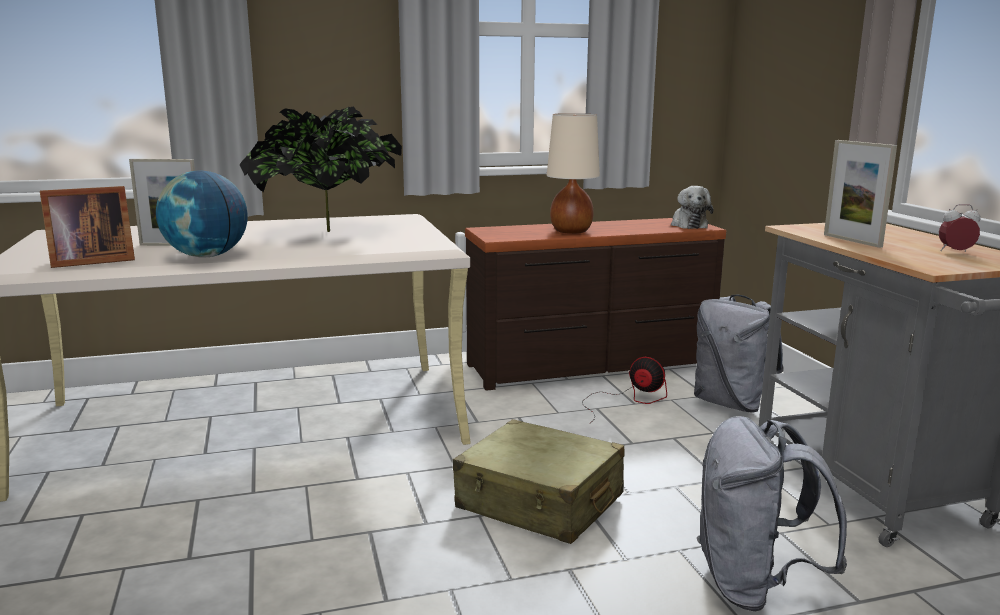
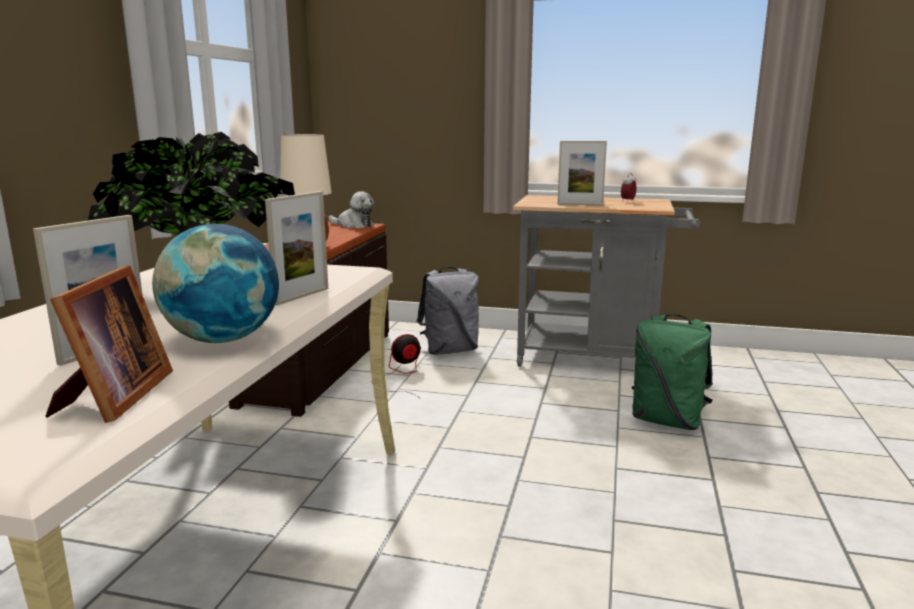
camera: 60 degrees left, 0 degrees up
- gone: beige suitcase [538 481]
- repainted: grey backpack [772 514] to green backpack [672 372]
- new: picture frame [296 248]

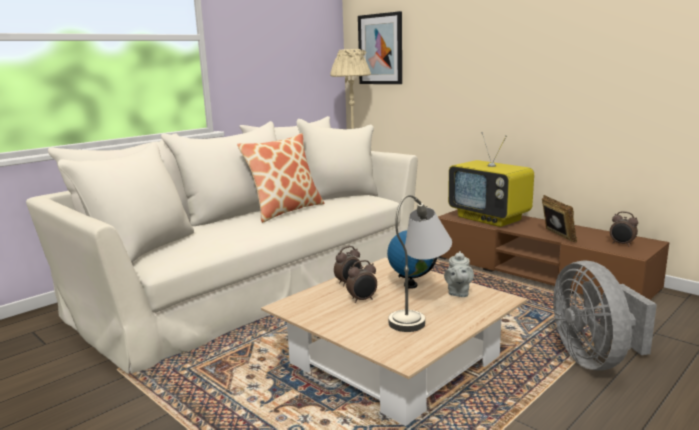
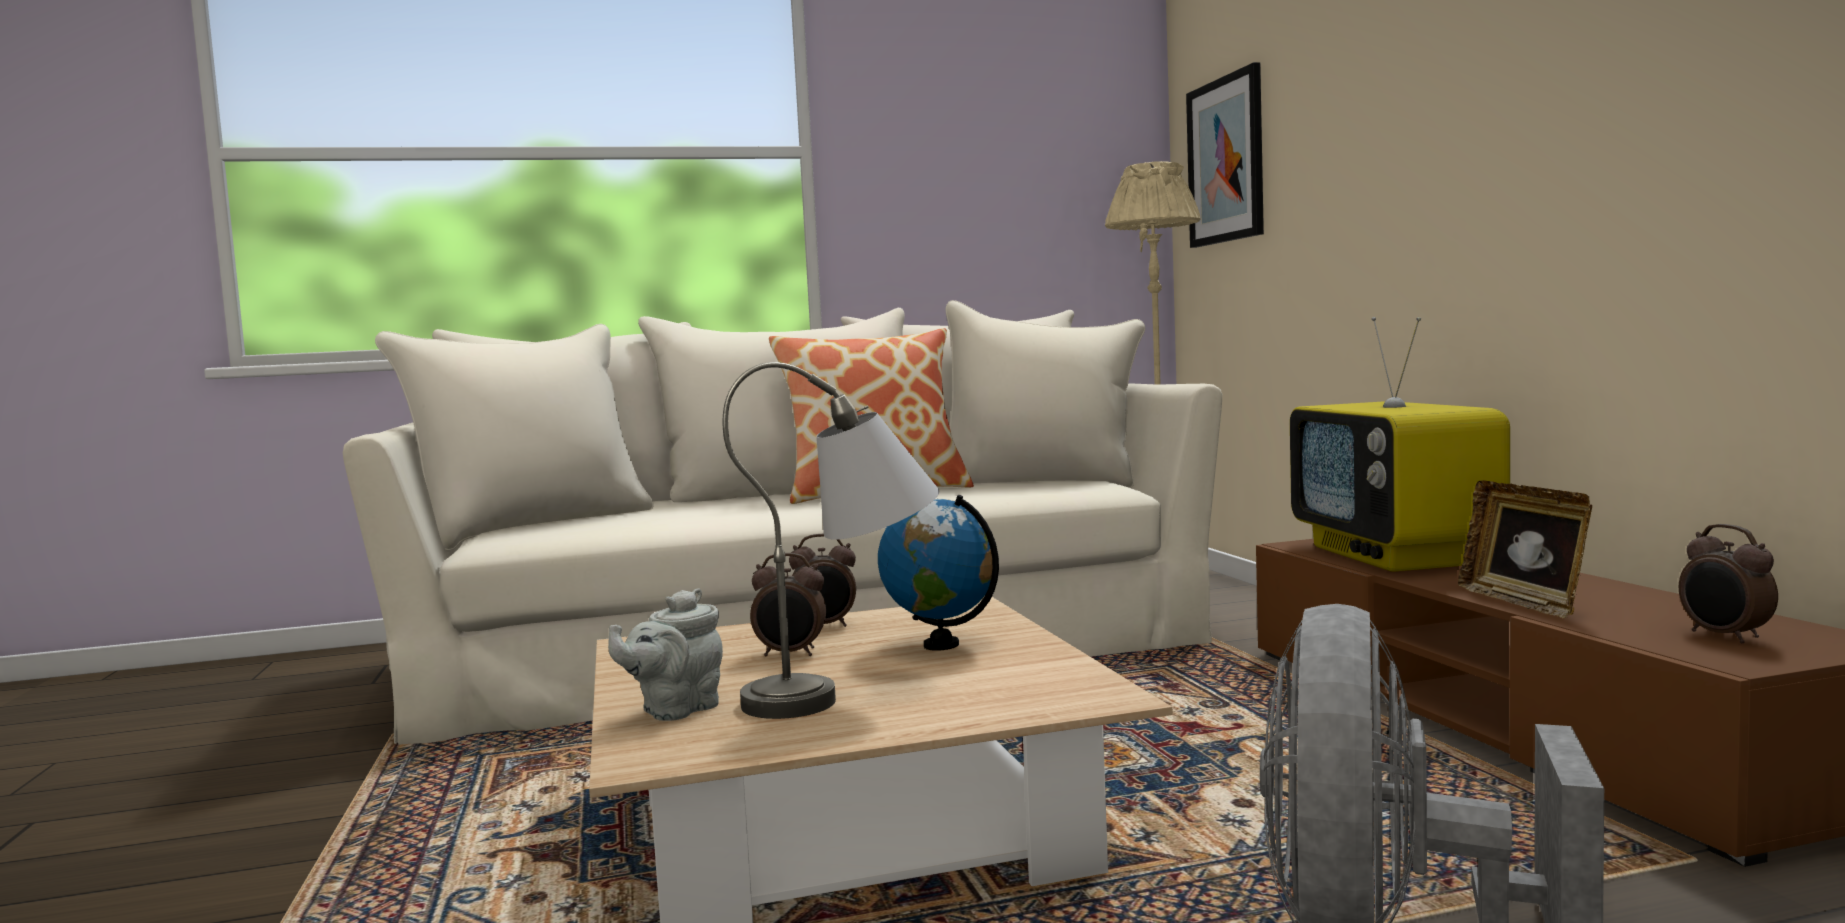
camera: 30 degrees right, 10 degrees down
- shifted: grey teapot [459 274] to [665 654]
- rotated: picture frame [559 218] = [1525 549] 150 degrees clockwise

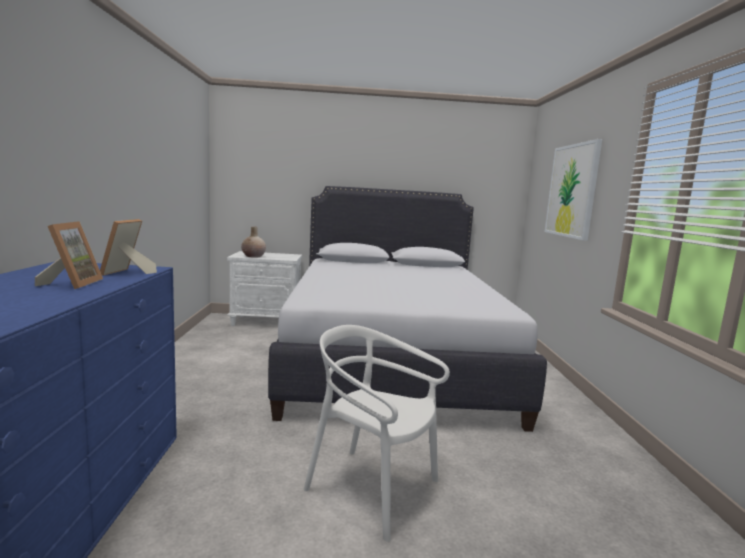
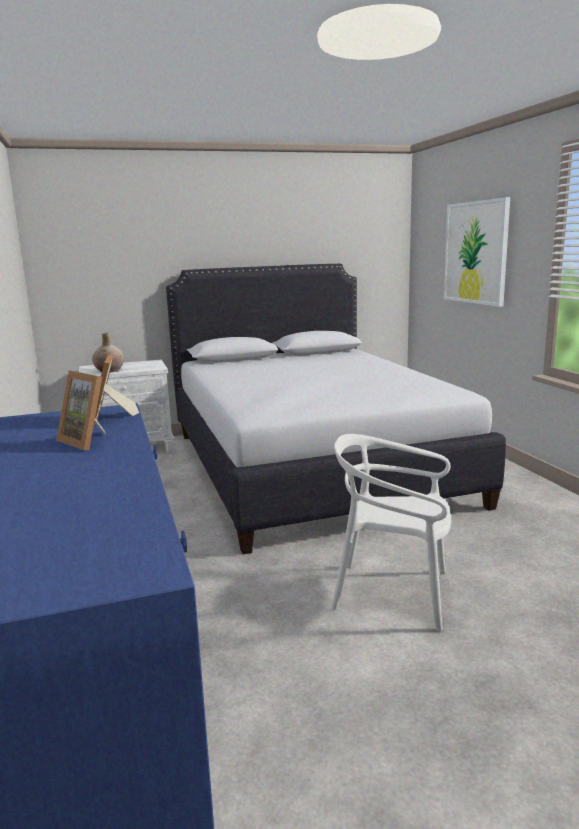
camera: 15 degrees left, 5 degrees up
- rotated: picture frame [69 255] = [81 410] 150 degrees clockwise

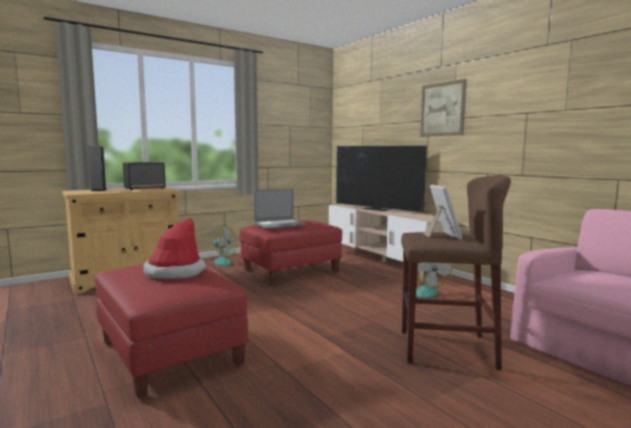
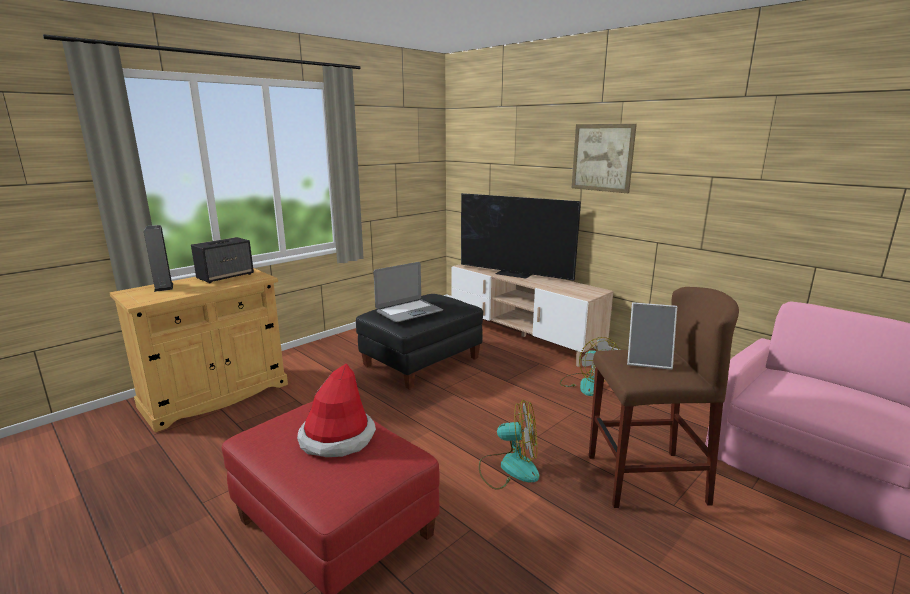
camera: 10 degrees left, 10 degrees up
- shifted: fan [220 246] to [509 445]
- repainted: red ottoman [291 252] to black ottoman [419 342]
- rotated: picture frame [443 212] = [652 336] 120 degrees clockwise

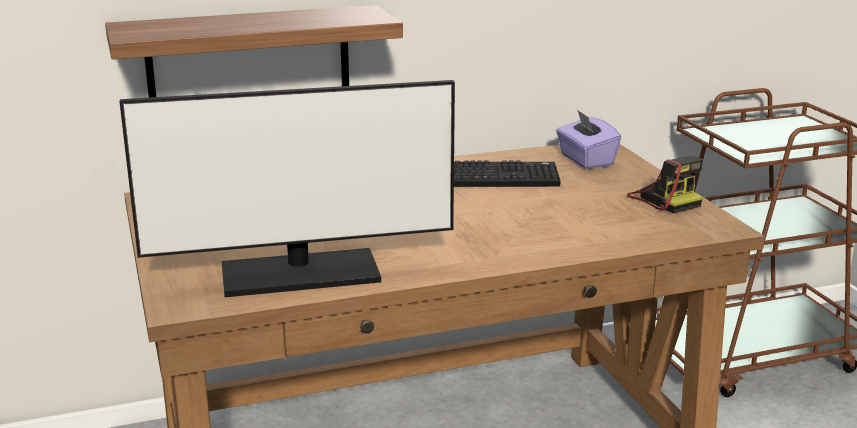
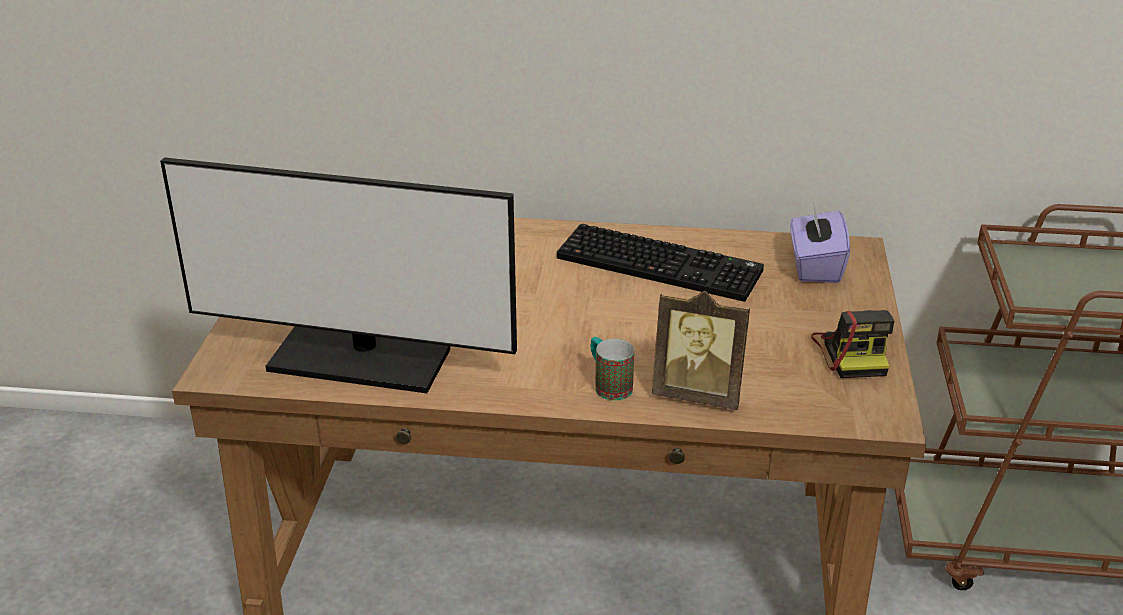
camera: 25 degrees right, 10 degrees up
- gone: shelf [254 51]
- new: mug [612 369]
- new: picture frame [701 350]

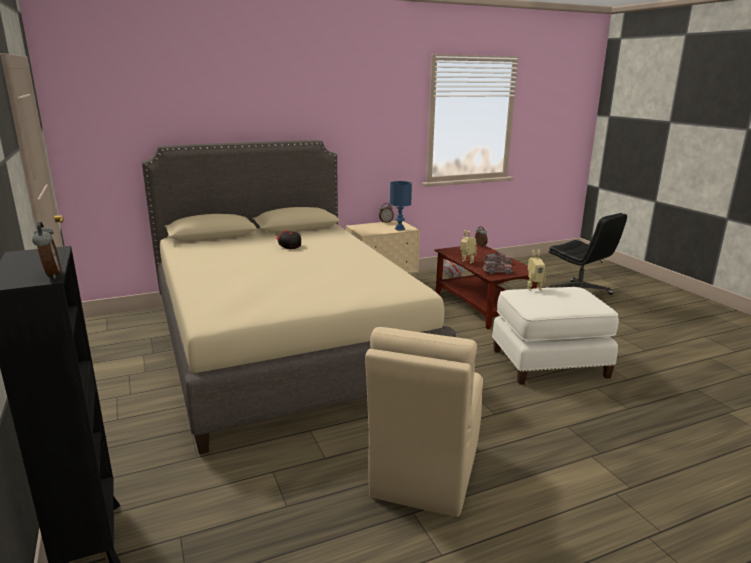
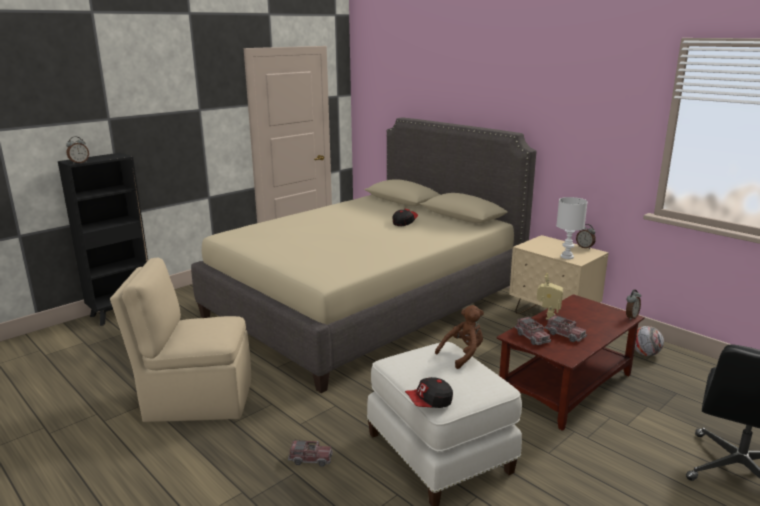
camera: 70 degrees right, 0 degrees up
- repainted: blue table lamp [401 206] to white table lamp [572 228]
- swapped: toy robot [536 270] to brown plush toy [459 337]
- new: toy truck [310 453]
- new: cap [429 392]

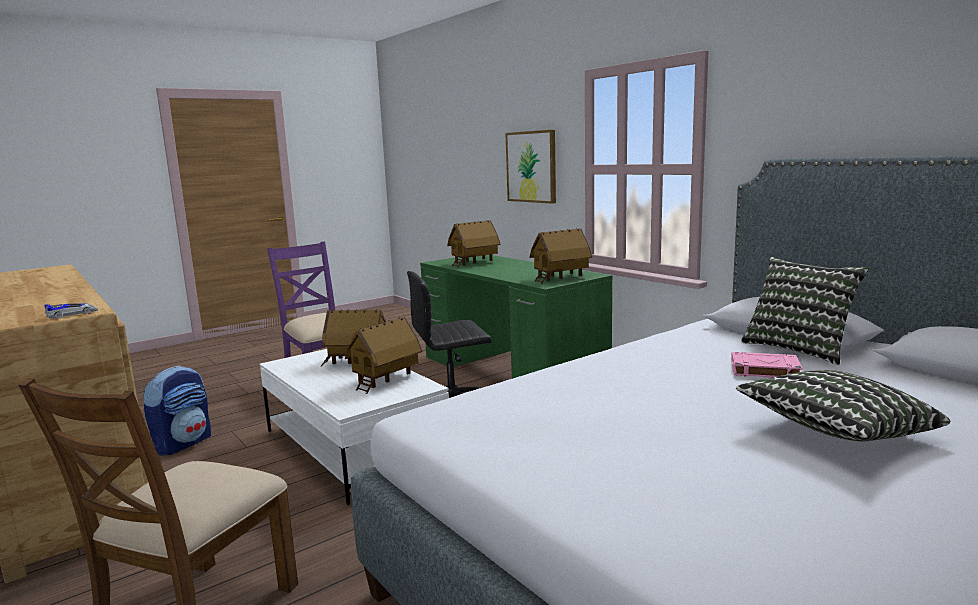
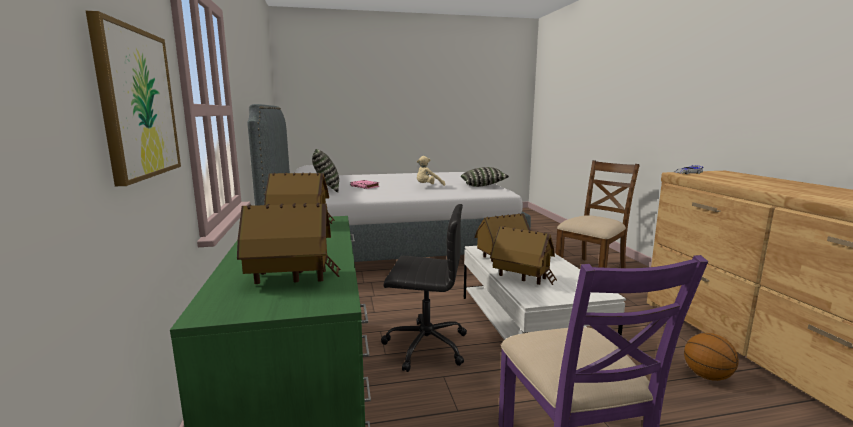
camera: 155 degrees left, 0 degrees up
- swapped: backpack [177 410] to basketball [711 357]
- shifted: pillow [843 405] to [485 177]
- new: beige plush toy [431 171]

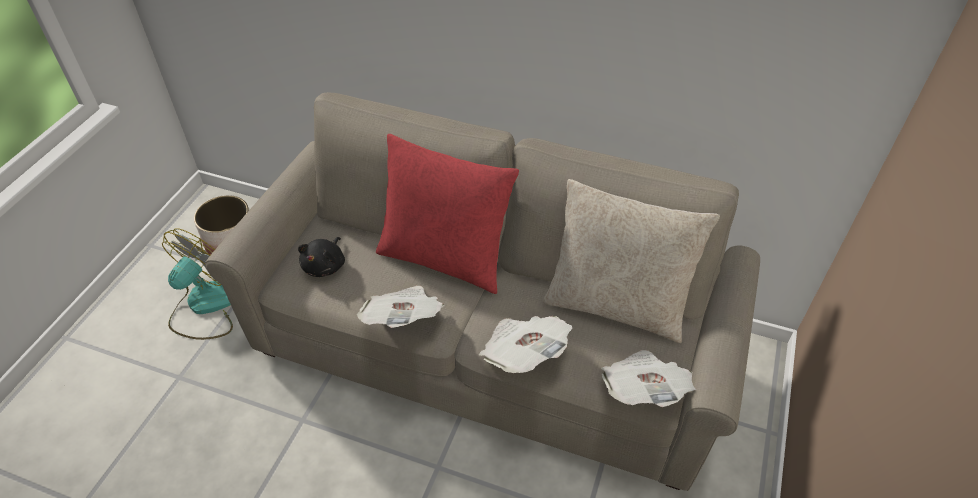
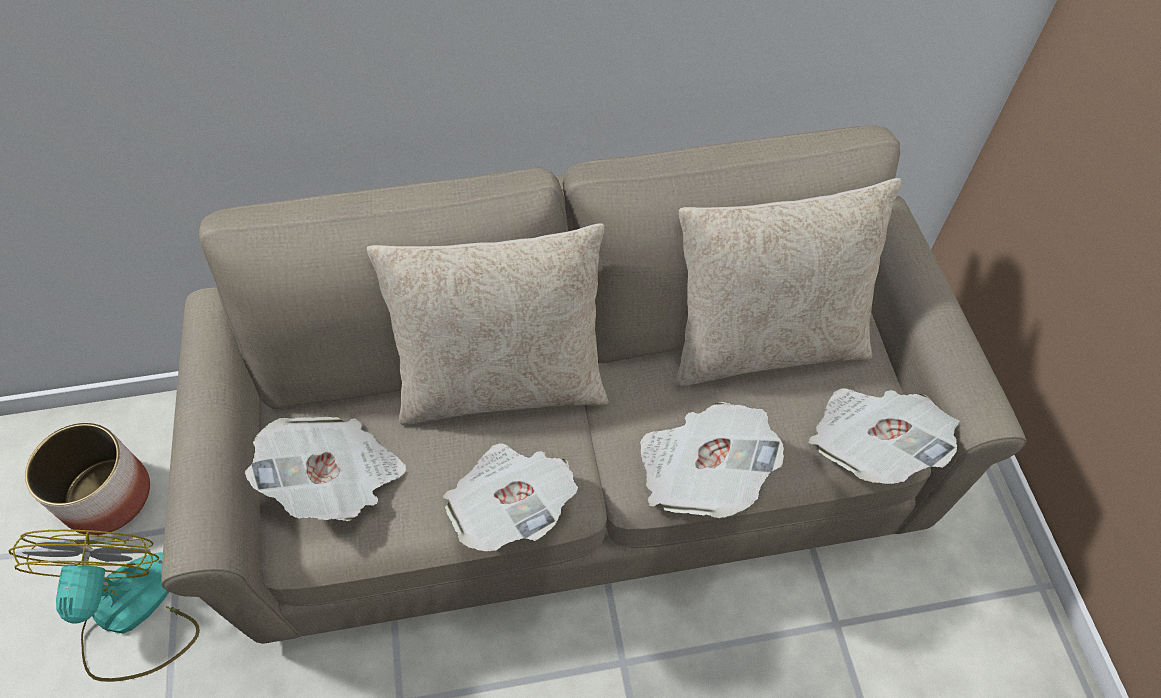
camera: 30 degrees left, 10 degrees up
- swapped: black plush toy [321 257] to newspaper [325 469]
- repainted: red pillow [447 214] to beige pillow [488 324]

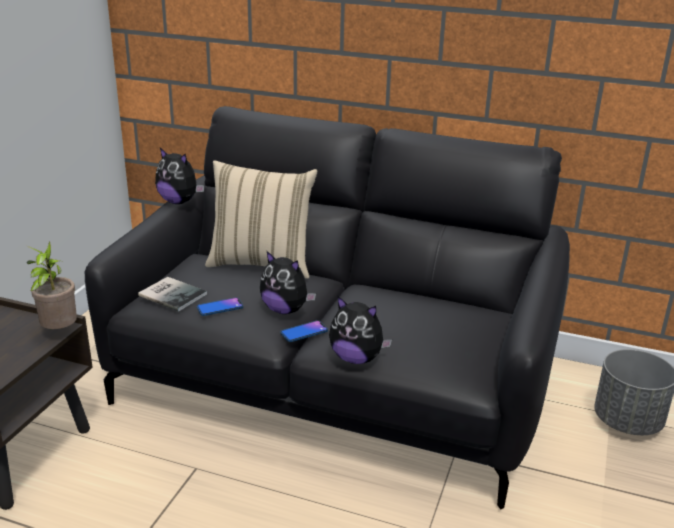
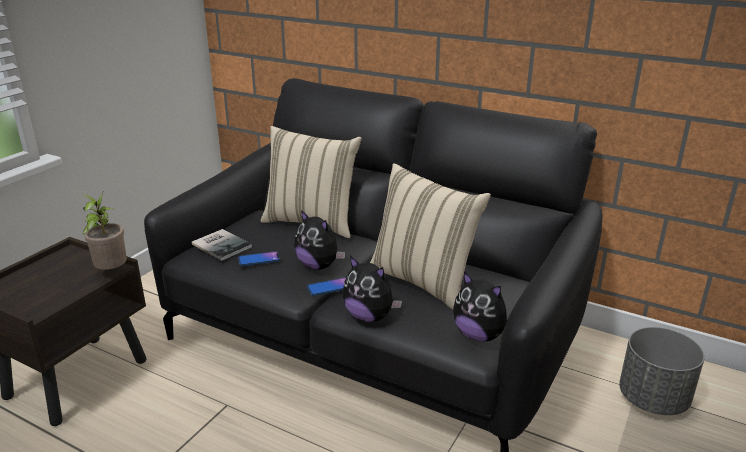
camera: 10 degrees right, 0 degrees up
- shifted: plush toy [179 176] to [480 307]
- new: beige pillow [430 236]

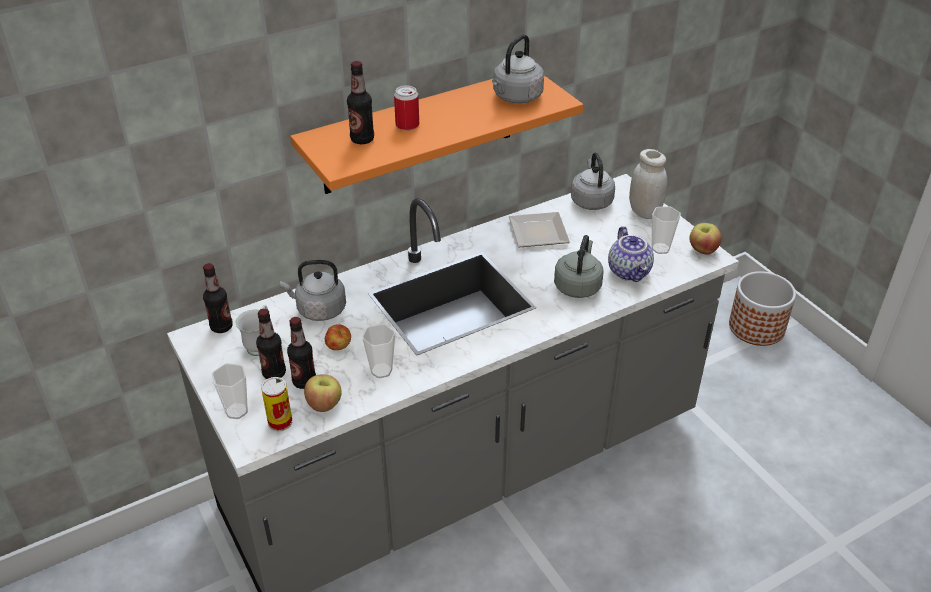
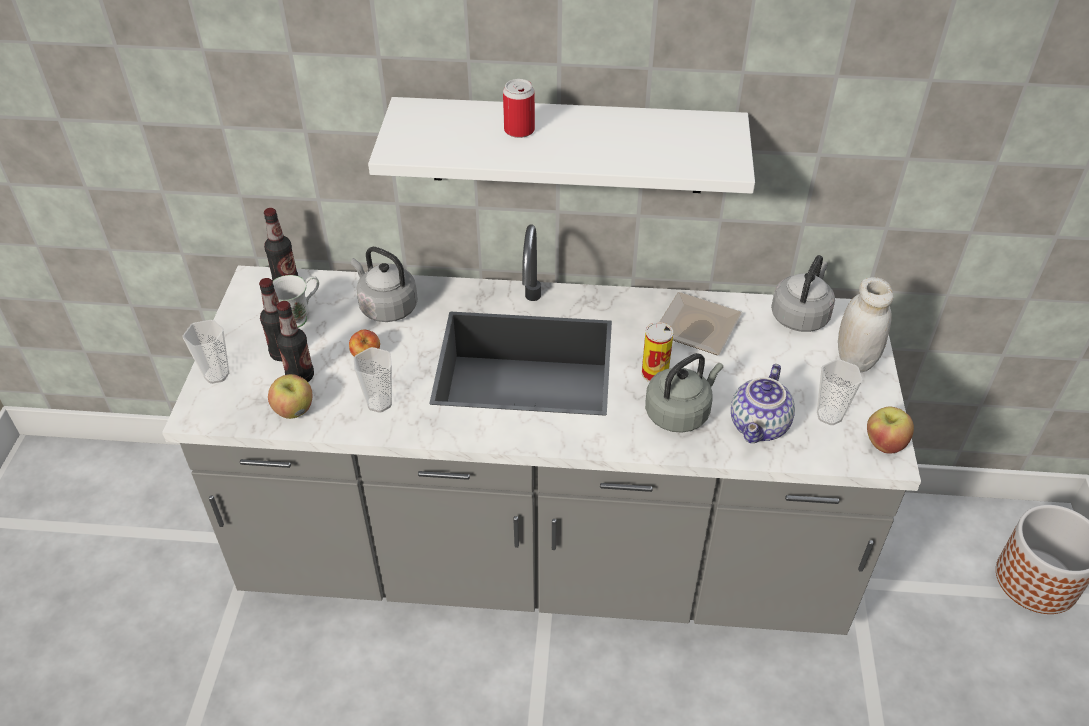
camera: 35 degrees right, 5 degrees up
- shifted: can [276 404] to [657 352]
- repainted: orange shelf [436 135] to white shelf [561 145]
- gone: bottle [360 102]
- gone: grey kettle [518 68]

